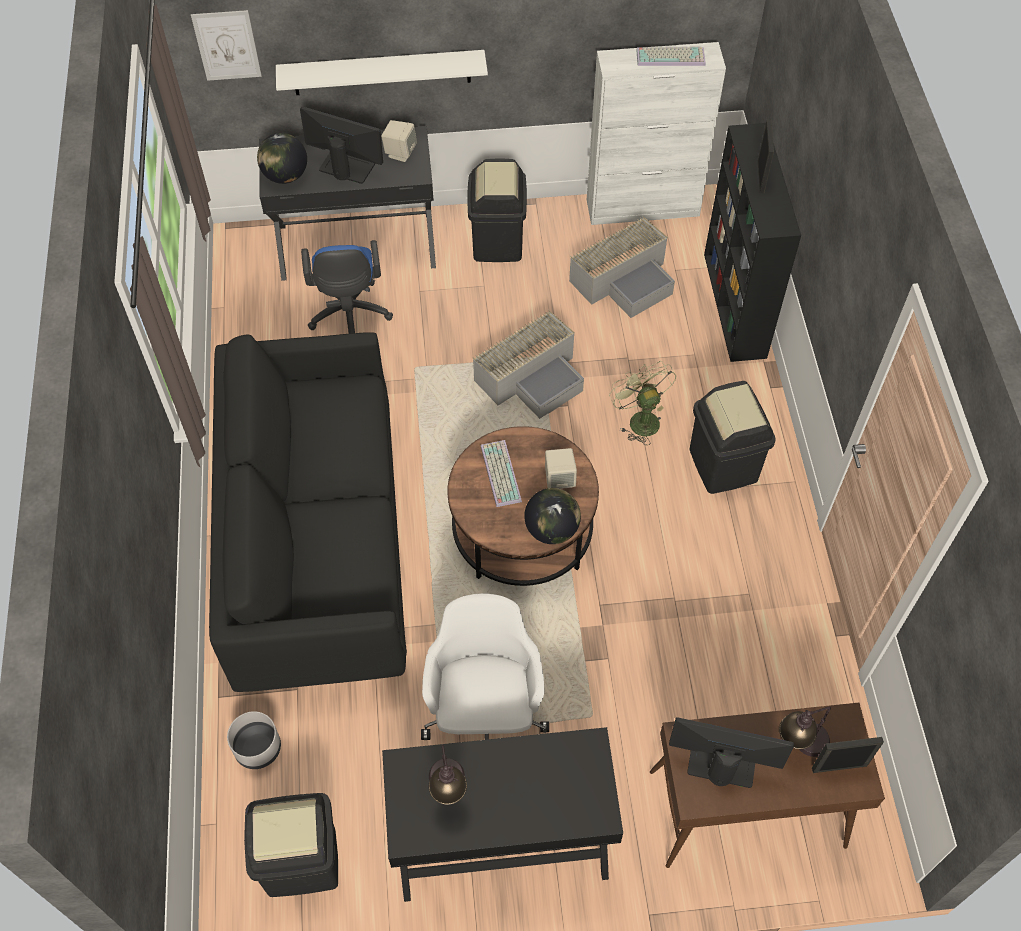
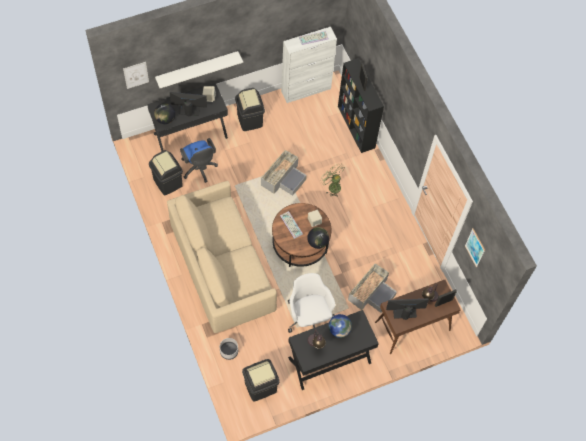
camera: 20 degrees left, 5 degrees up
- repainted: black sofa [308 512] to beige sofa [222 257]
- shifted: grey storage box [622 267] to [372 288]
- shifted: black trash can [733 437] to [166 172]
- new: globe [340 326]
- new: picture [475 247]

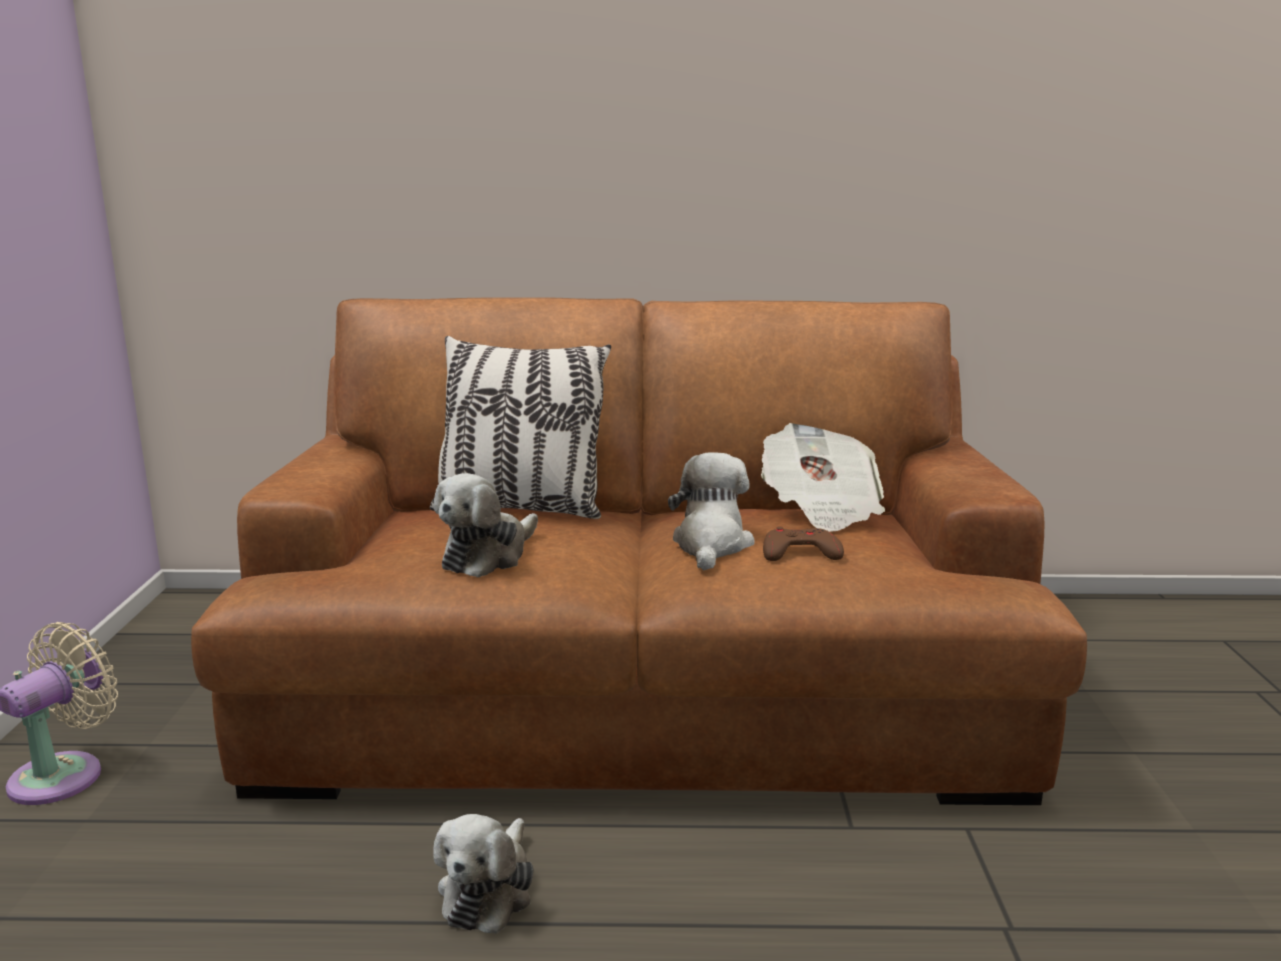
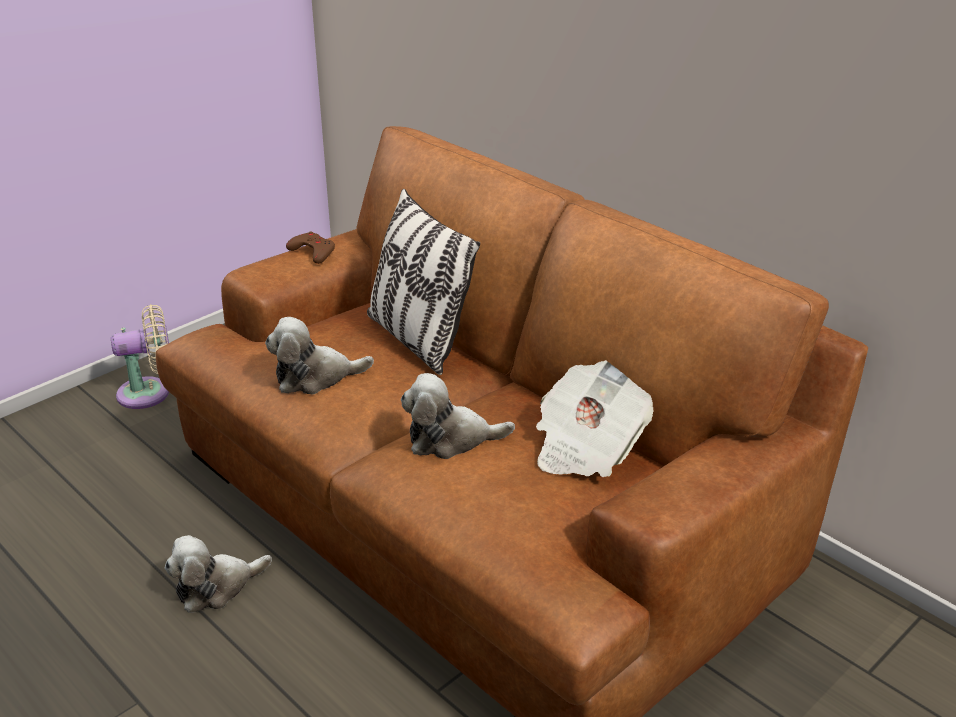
camera: 45 degrees right, 15 degrees up
- rotated: plush toy [711 511] = [458 416] 150 degrees counterclockwise
- shifted: brown game controller [803 543] to [310 247]

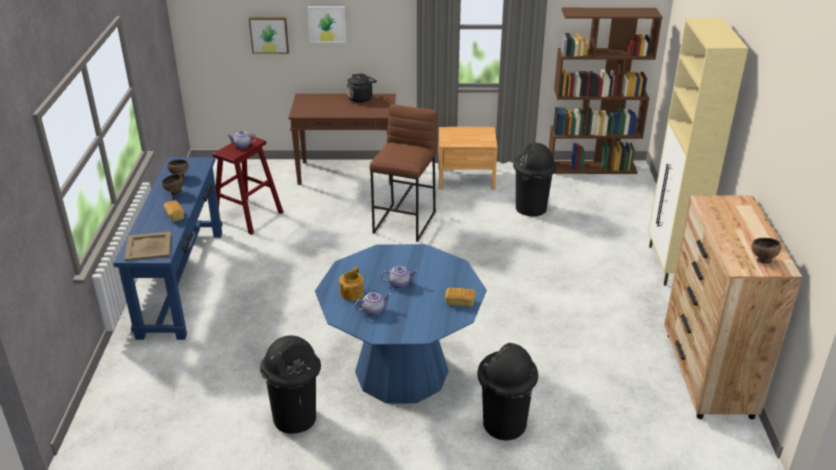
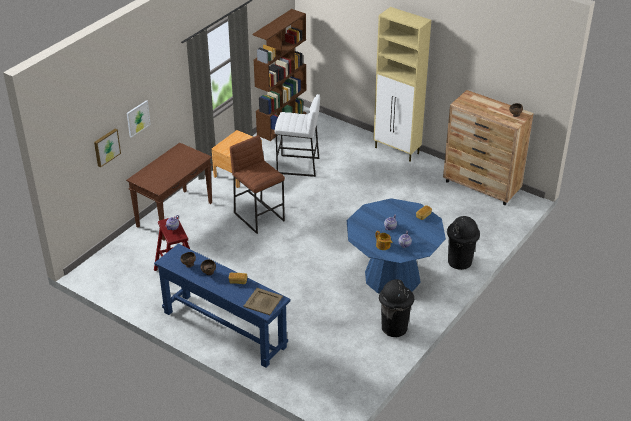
camera: 55 degrees left, 5 degrees up
- gone: black kettle [362 88]
- swapped: black trash can [534 179] to white stool [297 135]

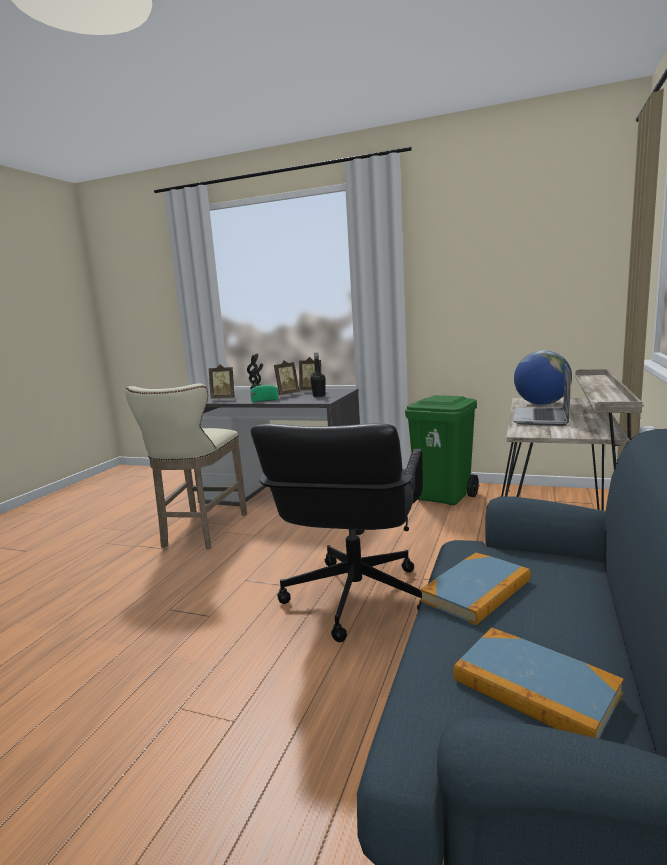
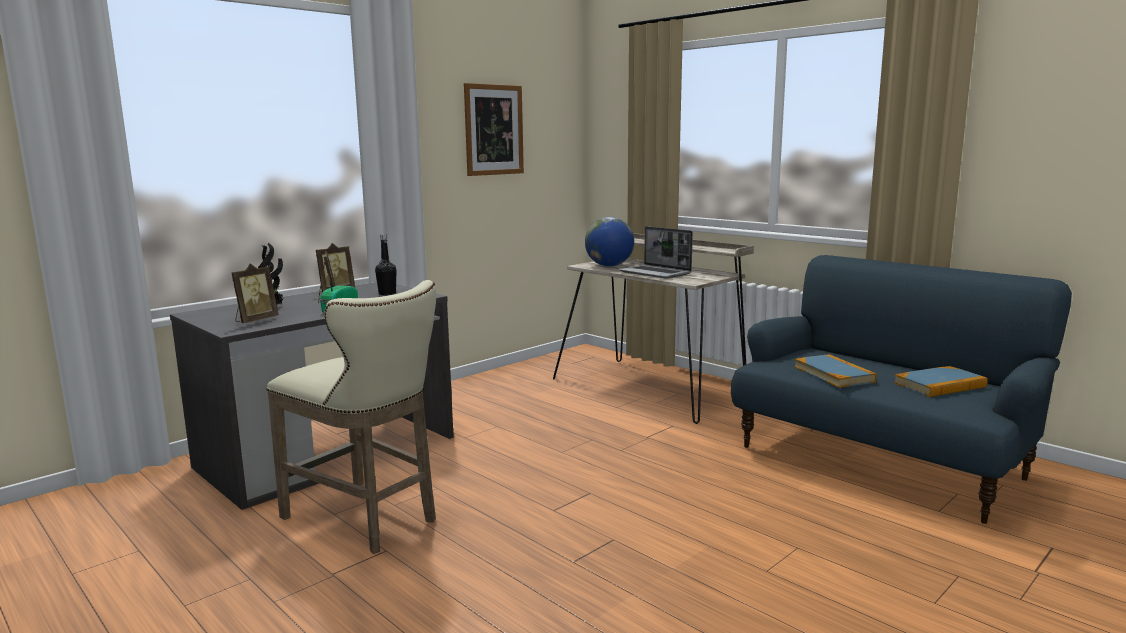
camera: 65 degrees left, 0 degrees up
- gone: black office chair [337 532]
- gone: green trash can [442 450]
- new: picture [494 129]

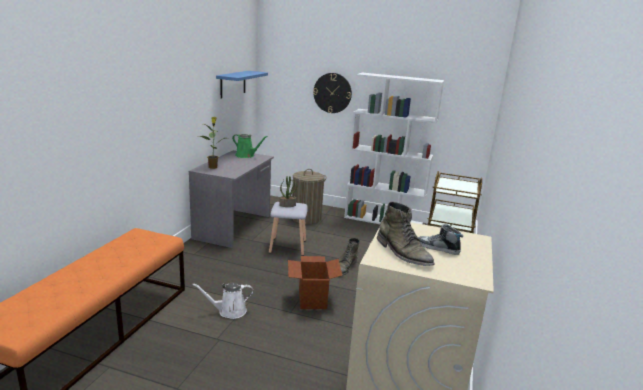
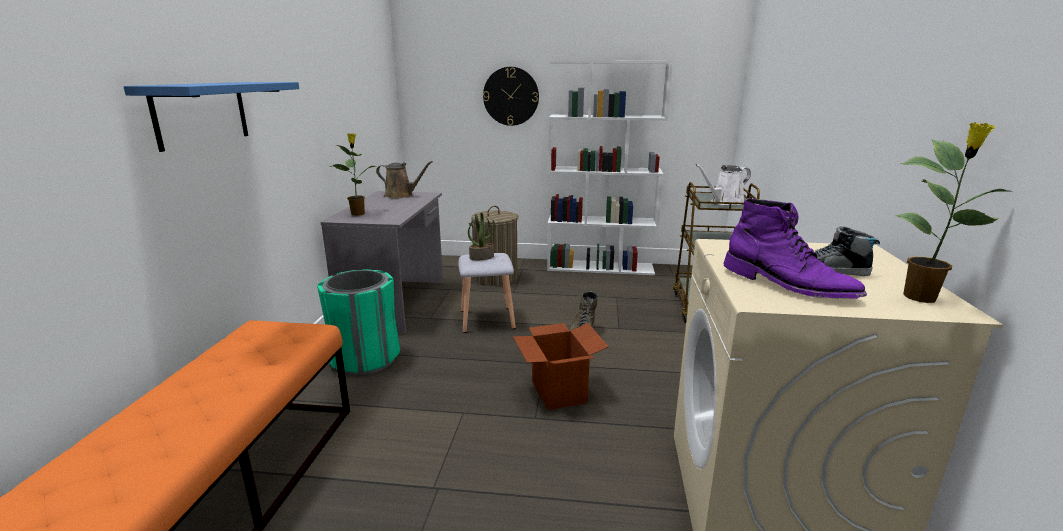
camera: 10 degrees left, 0 degrees up
- shifted: white watering can [222 300] to [723 184]
- shifted: blue shelf [242 85] to [211 117]
- repainted: green watering can [250 146] to brown watering can [404 180]
- repainted: green boot [405 234] to purple boot [795 248]
- new: green trash can [358 322]
- new: potted plant [952 212]

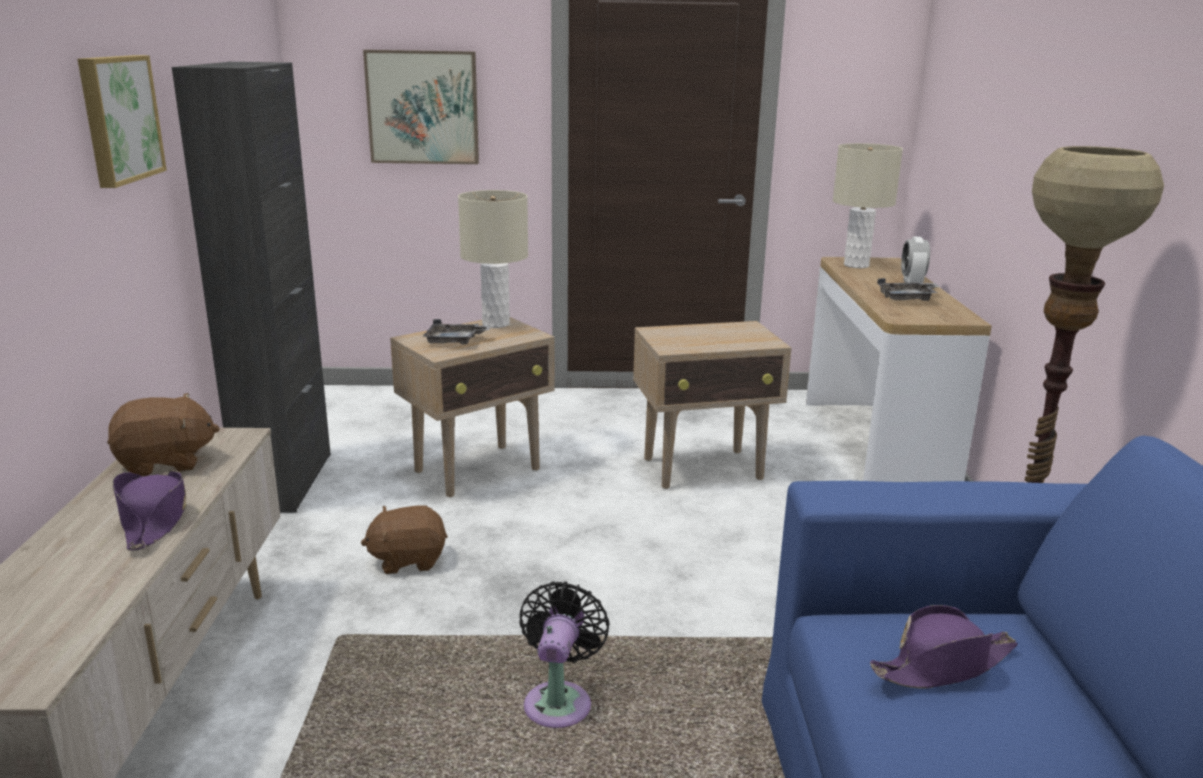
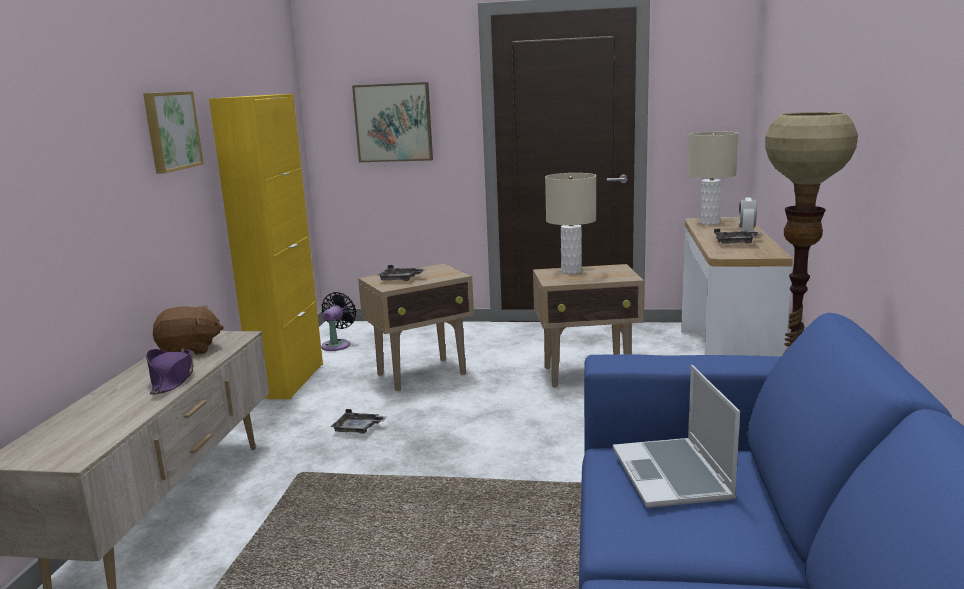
camera: 10 degrees right, 5 degrees down
- repainted: black cabinet [251 287] to yellow cabinet [266 246]
- swapped: brown plush toy [404 539] to grey tray [358 421]
- shifted: beige table lamp [493 259] to [570 223]
- shifted: black fan [564 654] to [338 321]
- swapped: purple hat [944 646] to laptop [676 436]

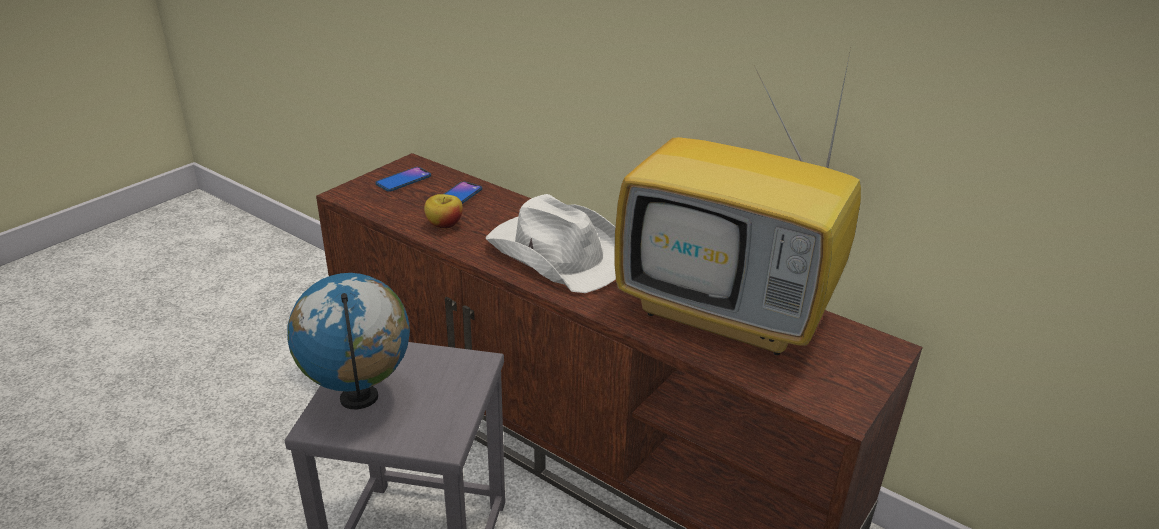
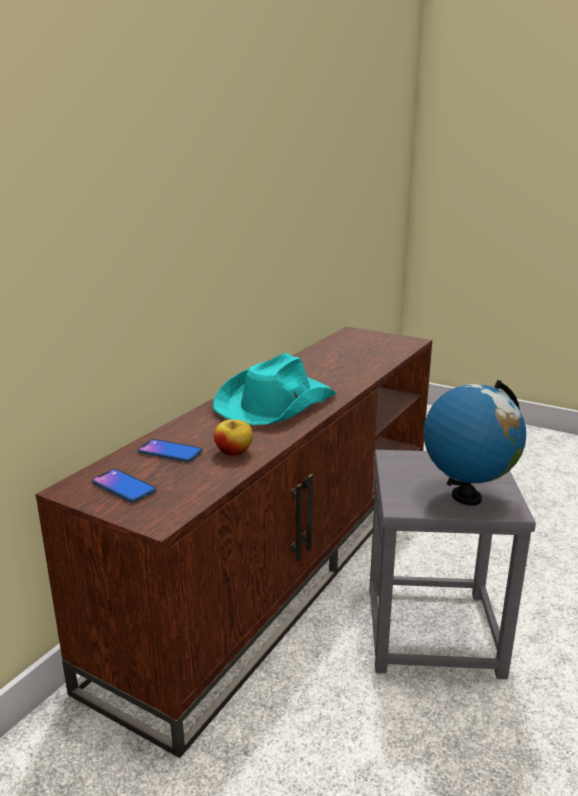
camera: 95 degrees left, 10 degrees down
- repainted: white hat [551 243] to turquoise hat [274 389]
- gone: television [737 201]

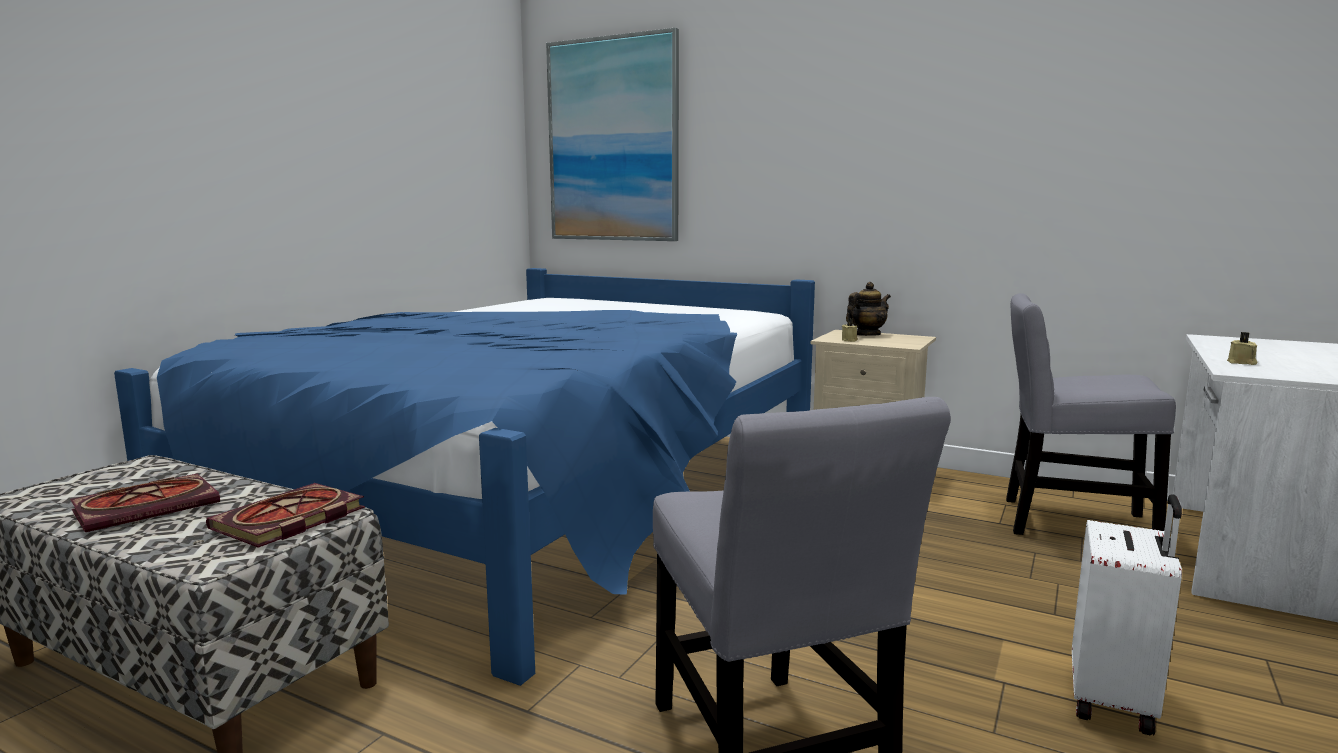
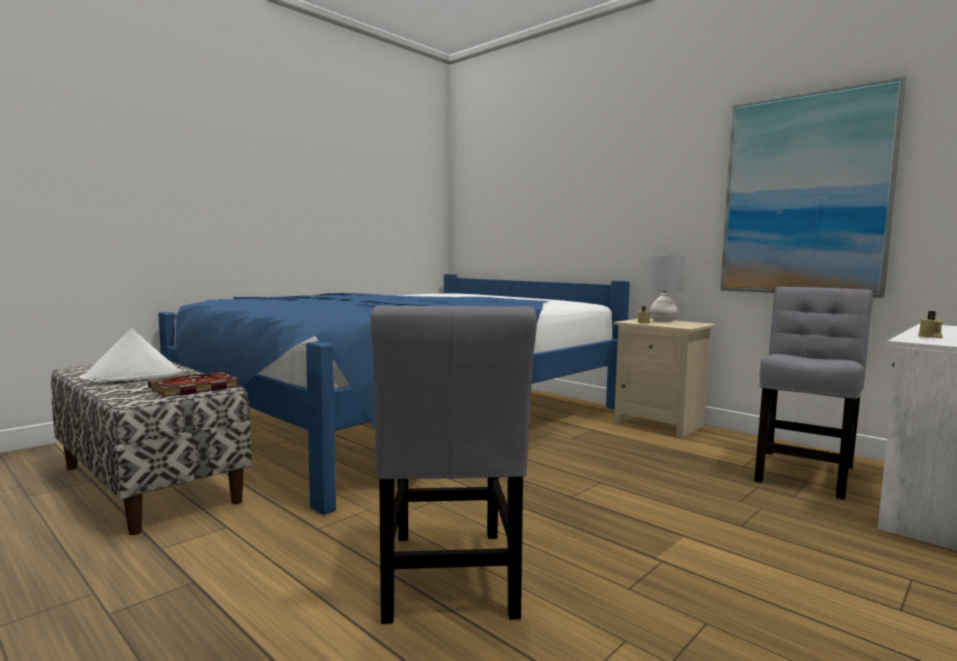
camera: 15 degrees right, 5 degrees down
- swapped: book [145 503] to white hat [130 355]
- shifted: picture [612 134] to [813 186]
- swapped: teapot [868 309] to grey table lamp [665 288]
- rotated: grey chair [1091 414] = [813 393] 90 degrees clockwise
- gone: white suitcase [1127 615]

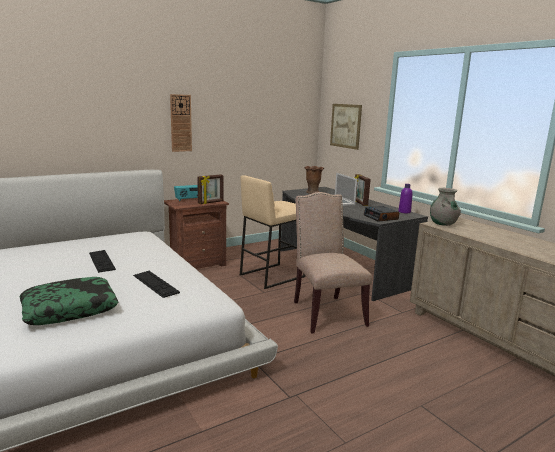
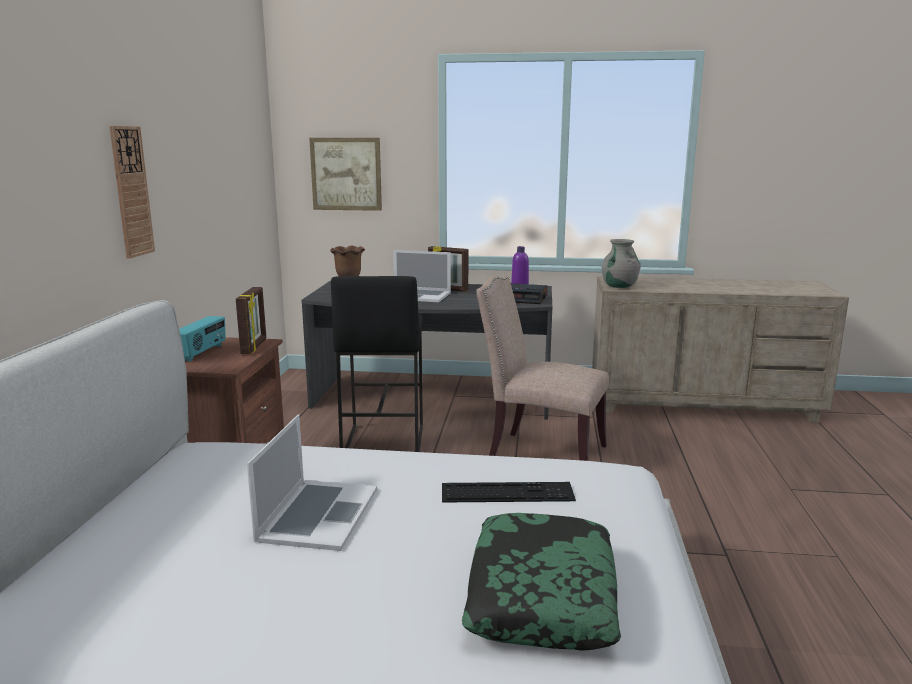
camera: 50 degrees left, 0 degrees up
- swapped: keyboard [102 261] to laptop [312 482]
- repainted: beige stool [272 232] to black stool [377 364]

